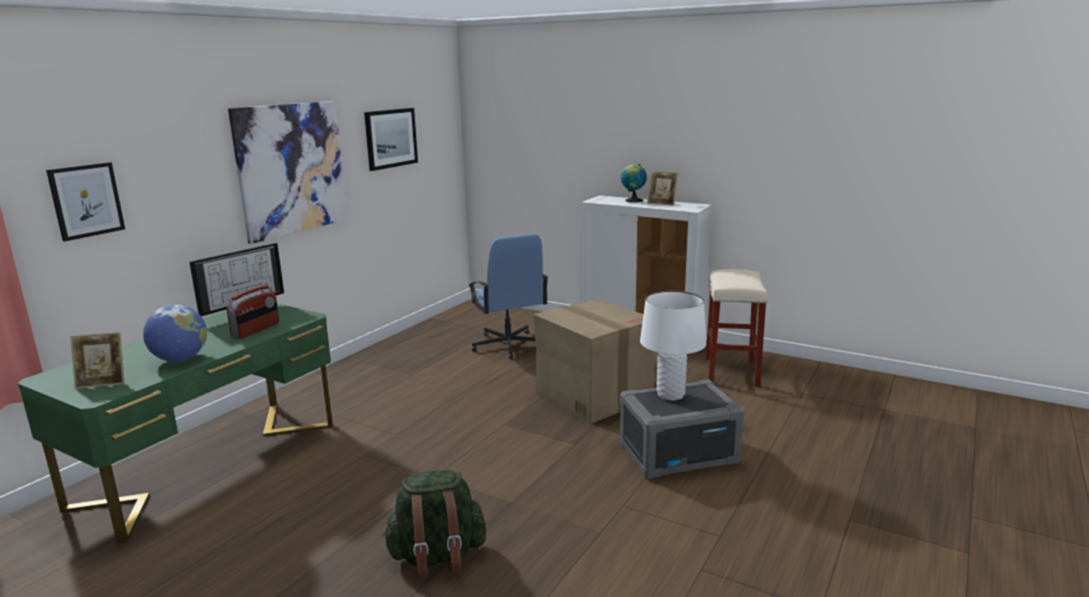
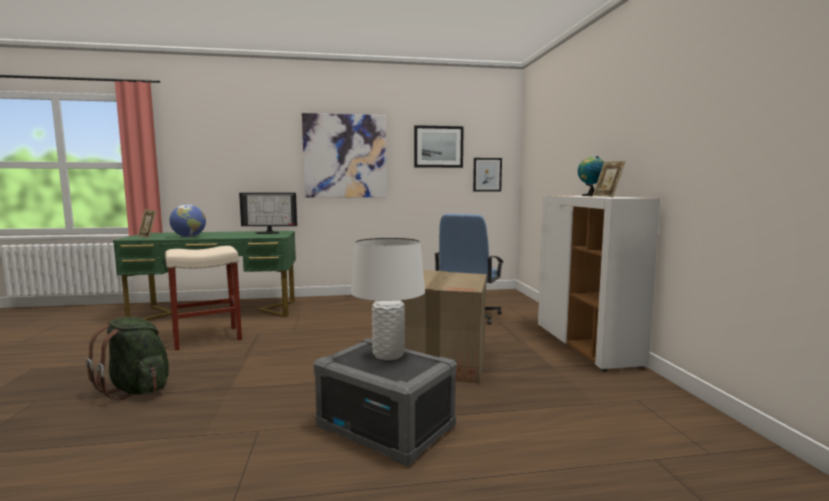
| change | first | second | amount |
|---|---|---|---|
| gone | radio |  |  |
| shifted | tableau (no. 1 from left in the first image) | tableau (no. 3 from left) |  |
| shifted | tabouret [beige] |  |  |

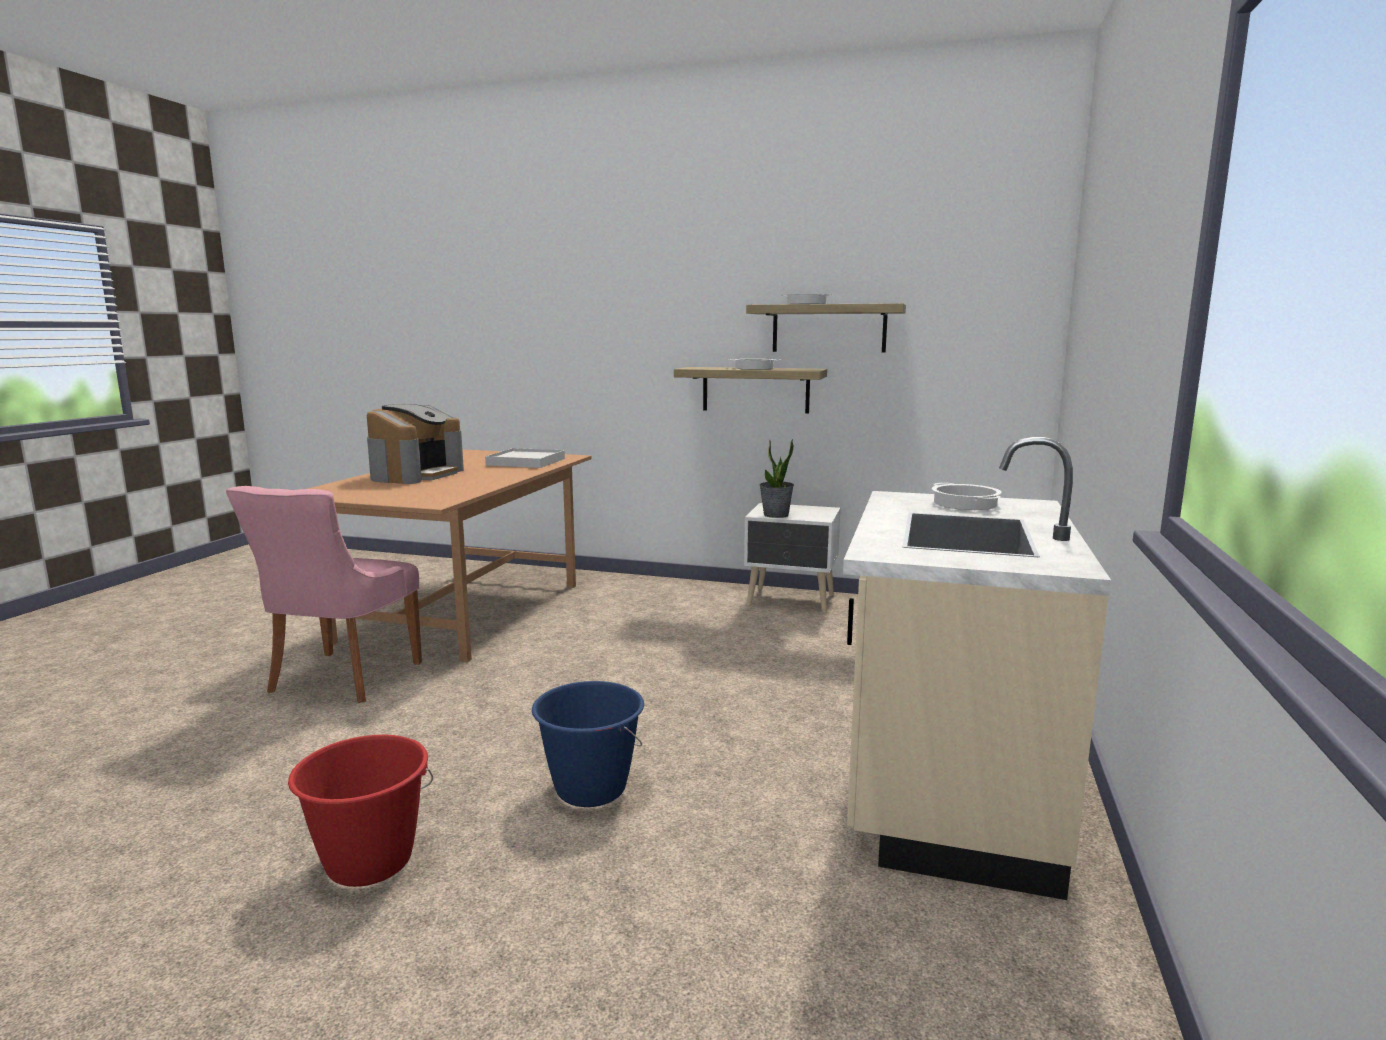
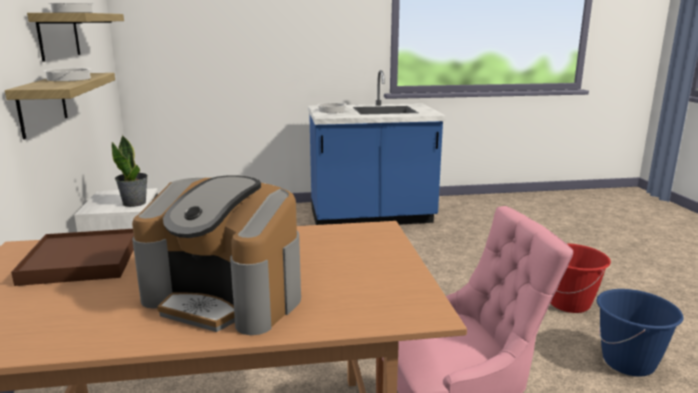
| change | first | second | amount |
|---|---|---|---|
| shifted | seau [bleu] |  |  |
| repainted | plateau [blanc] | plateau [marron] |  |
| repainted | comptoir de cuisine [beige] | comptoir de cuisine [bleu] |  |
| rotated | machine à café |  | 150 degrees counterclockwise |

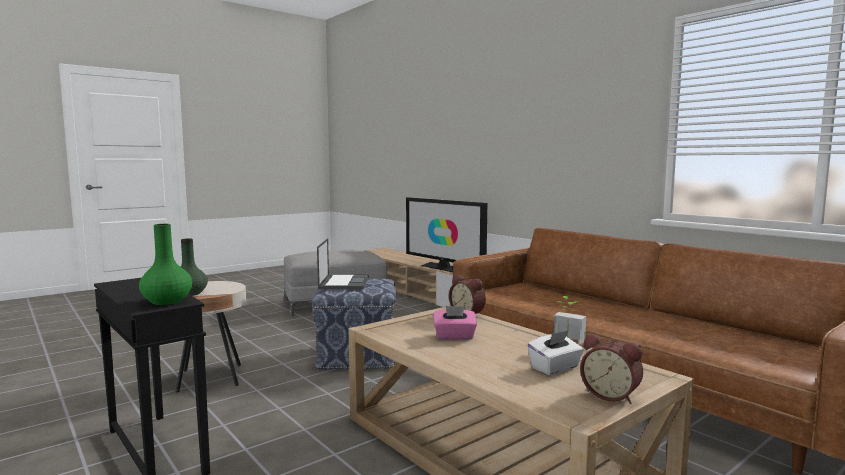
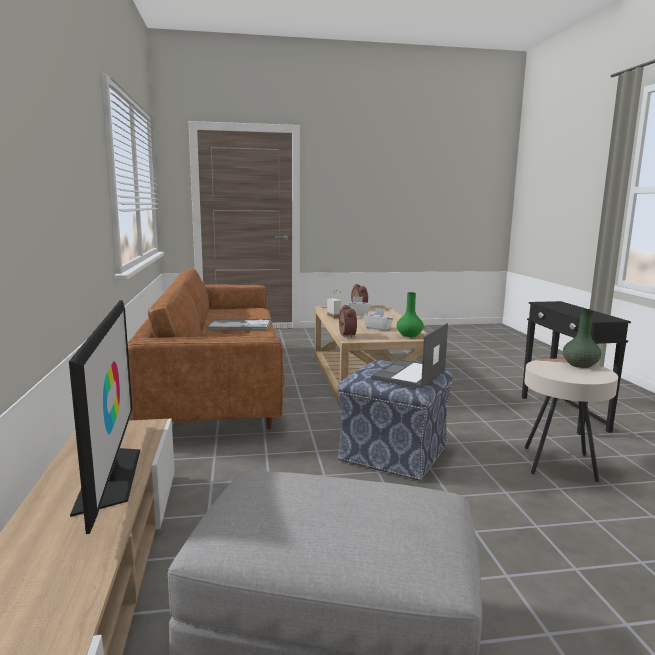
| change | first | second | amount |
|---|---|---|---|
| new |  | plateau |  |
| shifted | vase [vert] (no. 1 from left) |  |  |
| repainted | boîte à mouchoirs [rose] | boîte à mouchoirs [blanc] (no. 2 from left) |  |

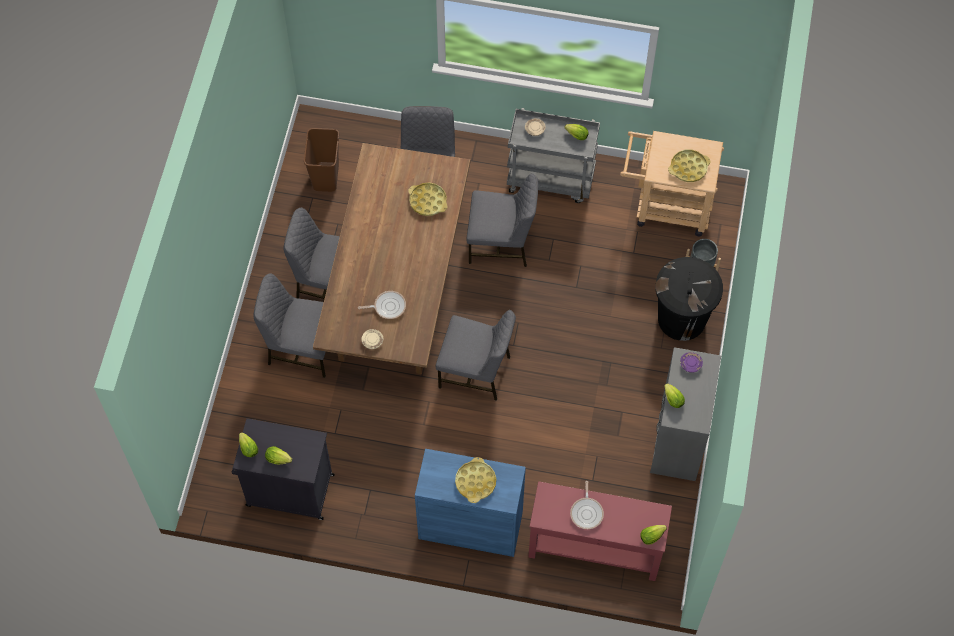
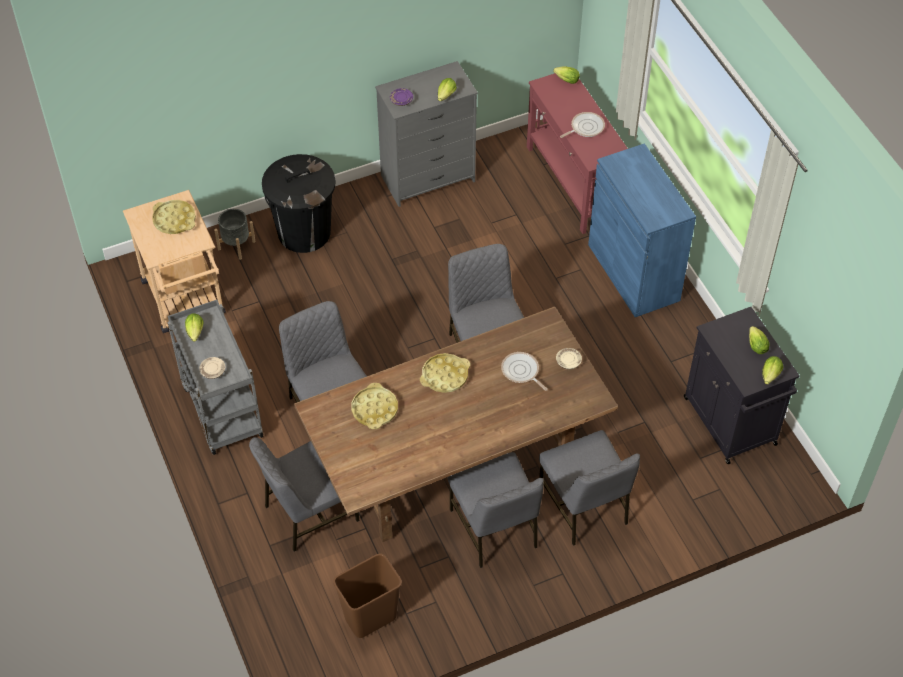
| change | first | second | amount |
|---|---|---|---|
| shifted | plateau [jaune] (no. 2 from left in the first image) | plateau [jaune] (no. 3 from left) |  |

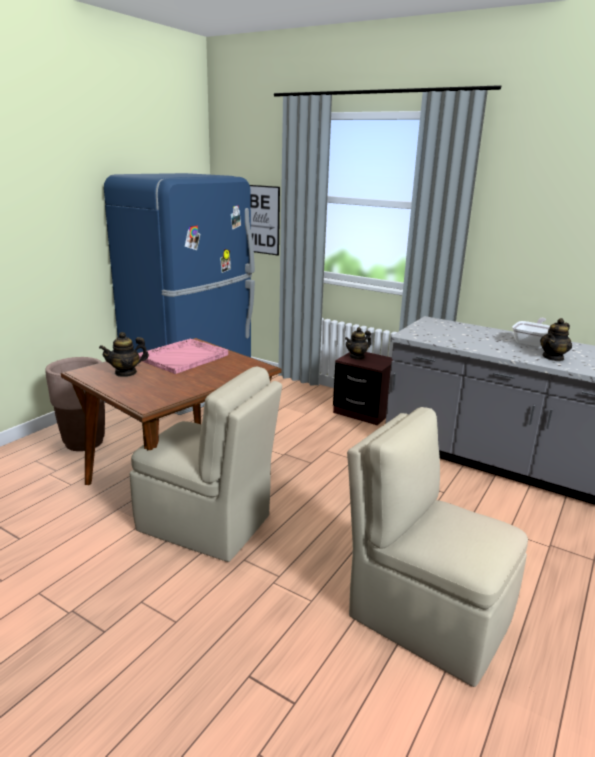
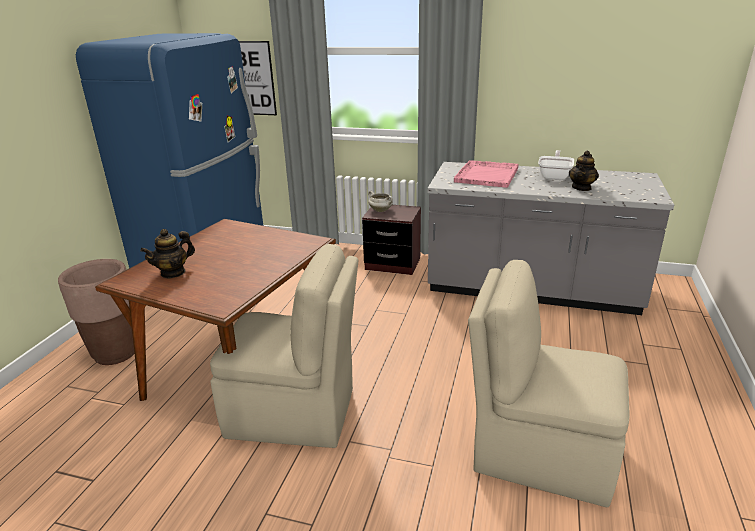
| change | first | second | amount |
|---|---|---|---|
| shifted | plateau [rose] |  |  |
| swapped | théière (no. 2 from left) | marmite [blanc] |  |

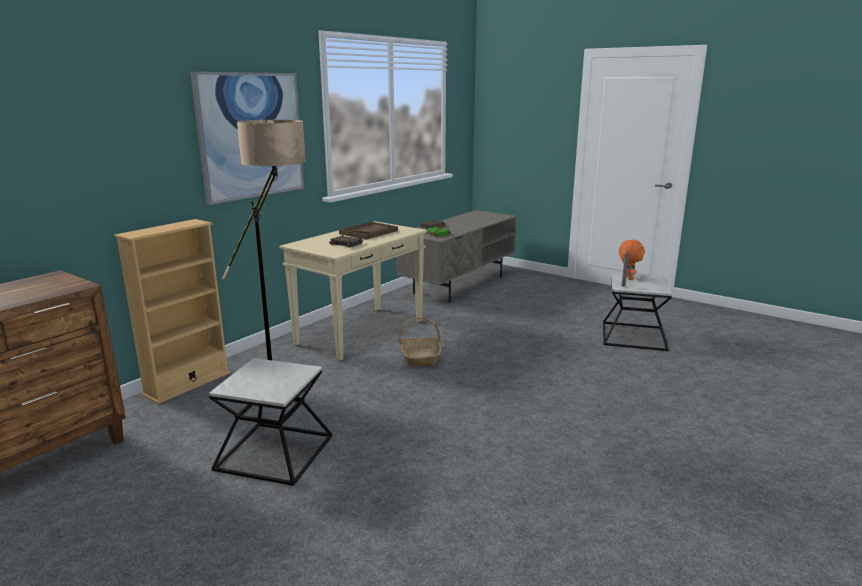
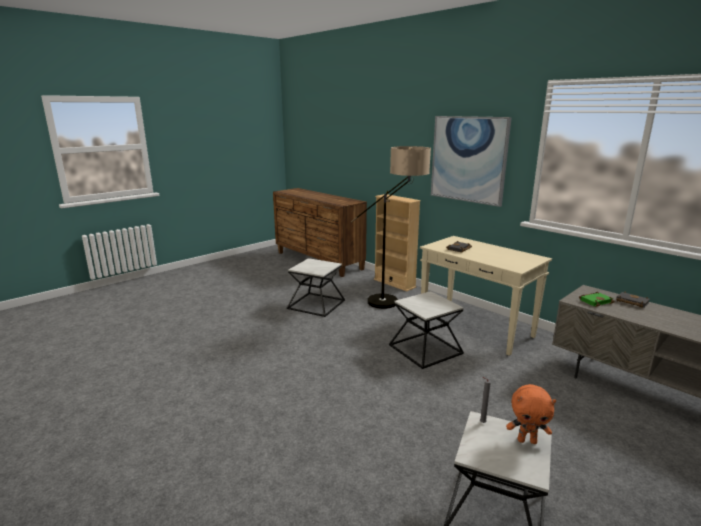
| change | first | second | amount |
|---|---|---|---|
| gone | plateau [marron] |  |  |
| swapped | panier | table d'appoint (no. 2 from left) |  |

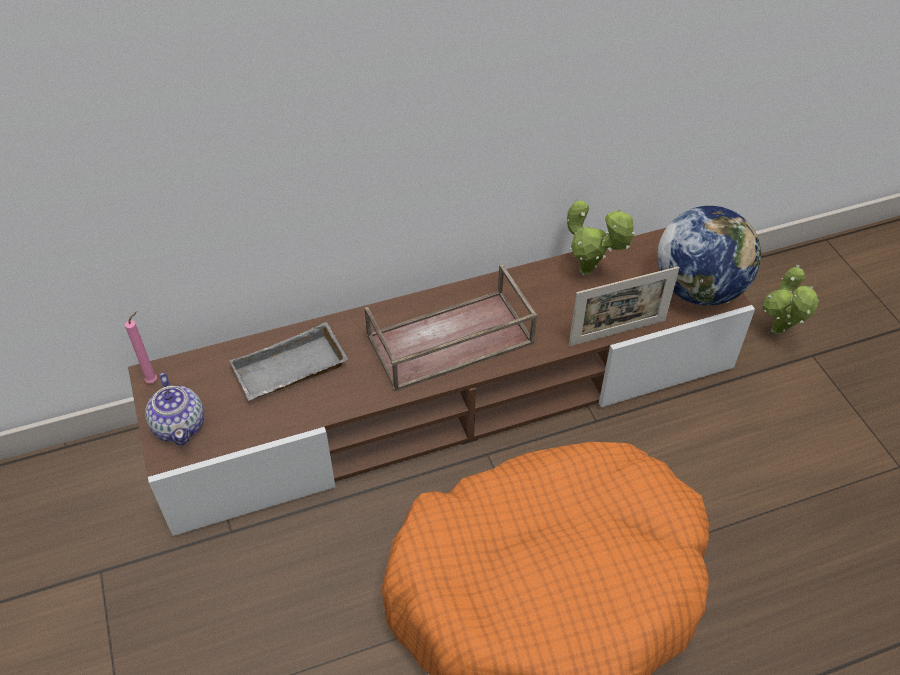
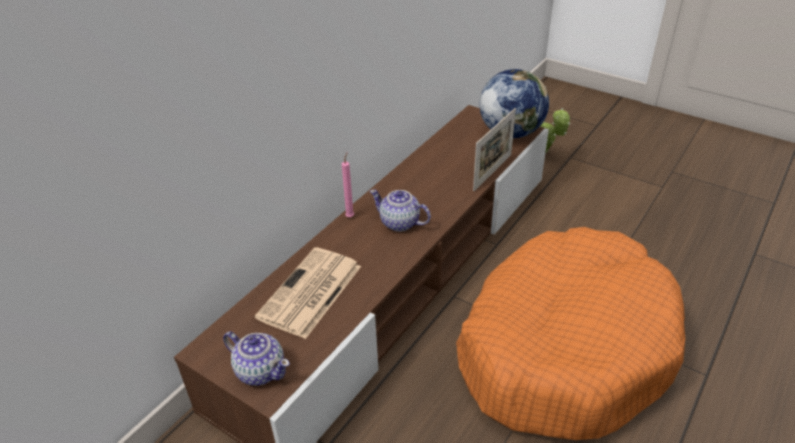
| change | first | second | amount |
|---|---|---|---|
| gone | plante en pot (no. 1 from left) |  |  |
| shifted | bougie [rose] |  |  |
| swapped | plateau [gris] | journal |  |
| swapped | plateau [marron] | théière (no. 2 from left) |  |

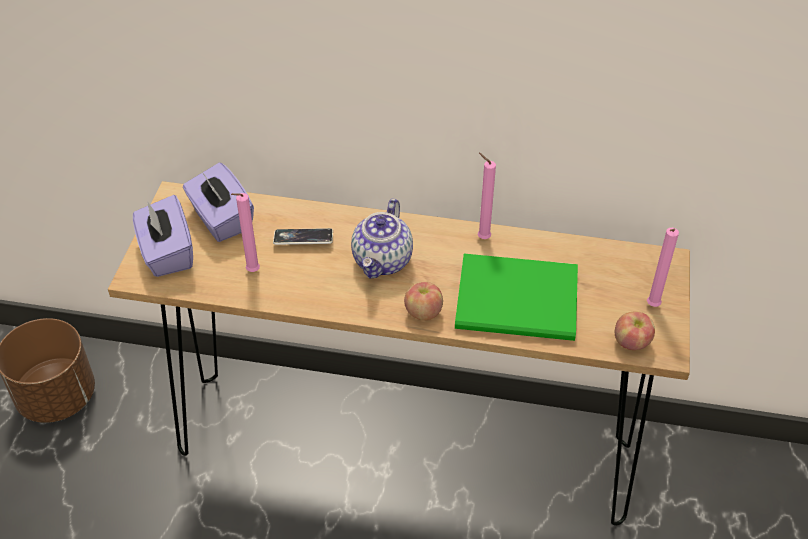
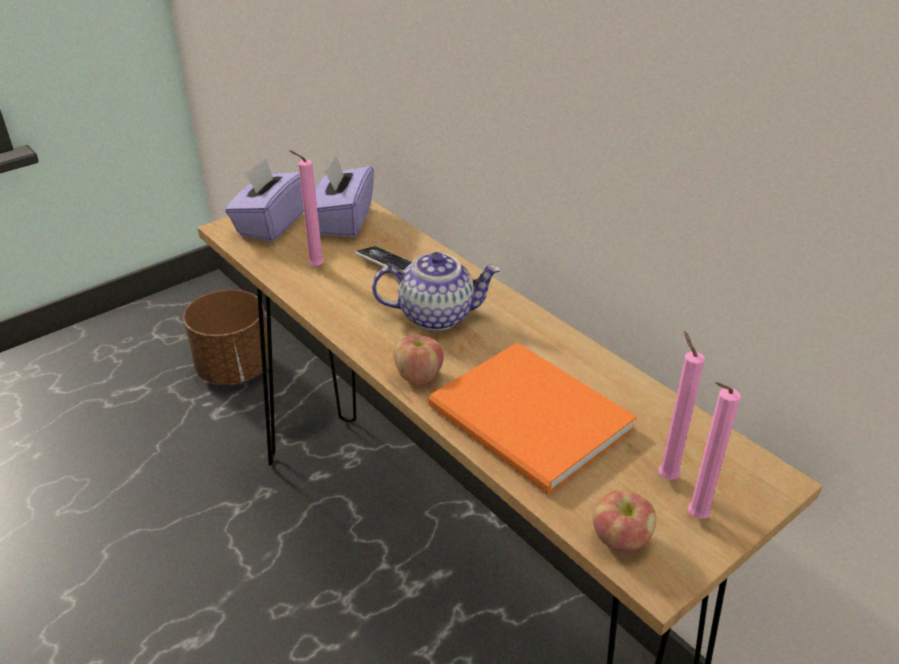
| change | first | second | amount |
|---|---|---|---|
| shifted | bougie [rose] (no. 2 from left) |  |  |
| repainted | livre [vert] | livre [orange] |  |
| rotated | théière |  | 150 degrees counterclockwise |

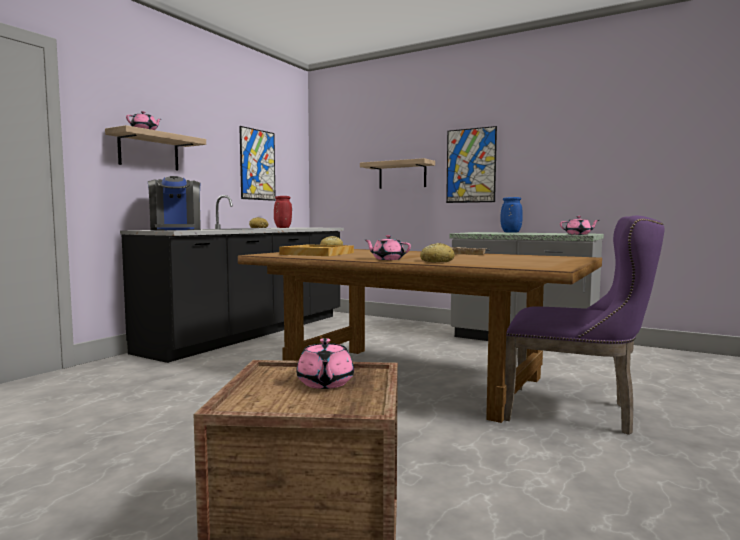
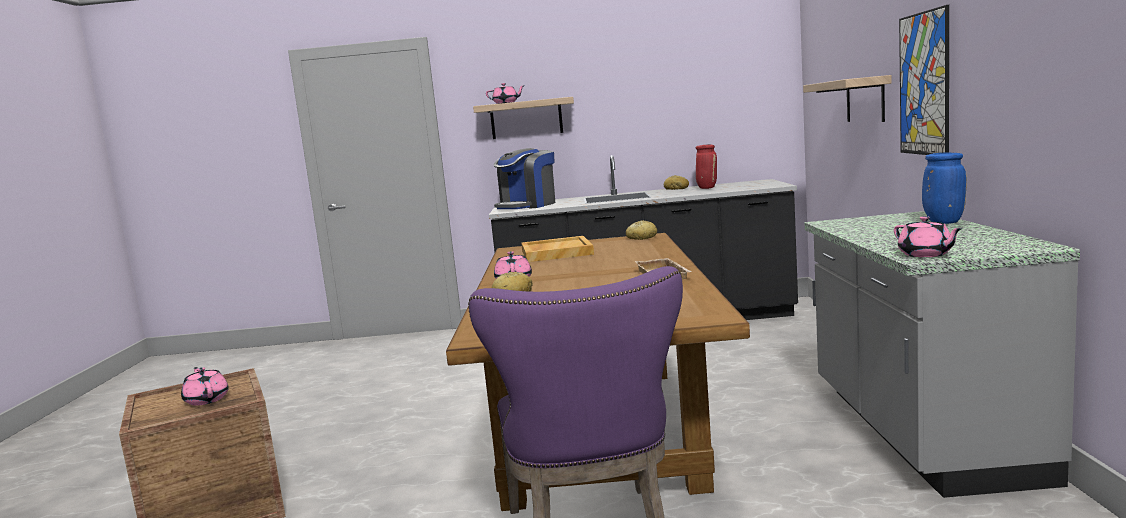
| change | first | second | amount |
|---|---|---|---|
| gone | tableau (no. 1 from left) |  |  |
| rotated | théière [rose] (no. 2 from left in the first image) | théière [rose] (no. 1 from left) | 90 degrees clockwise |

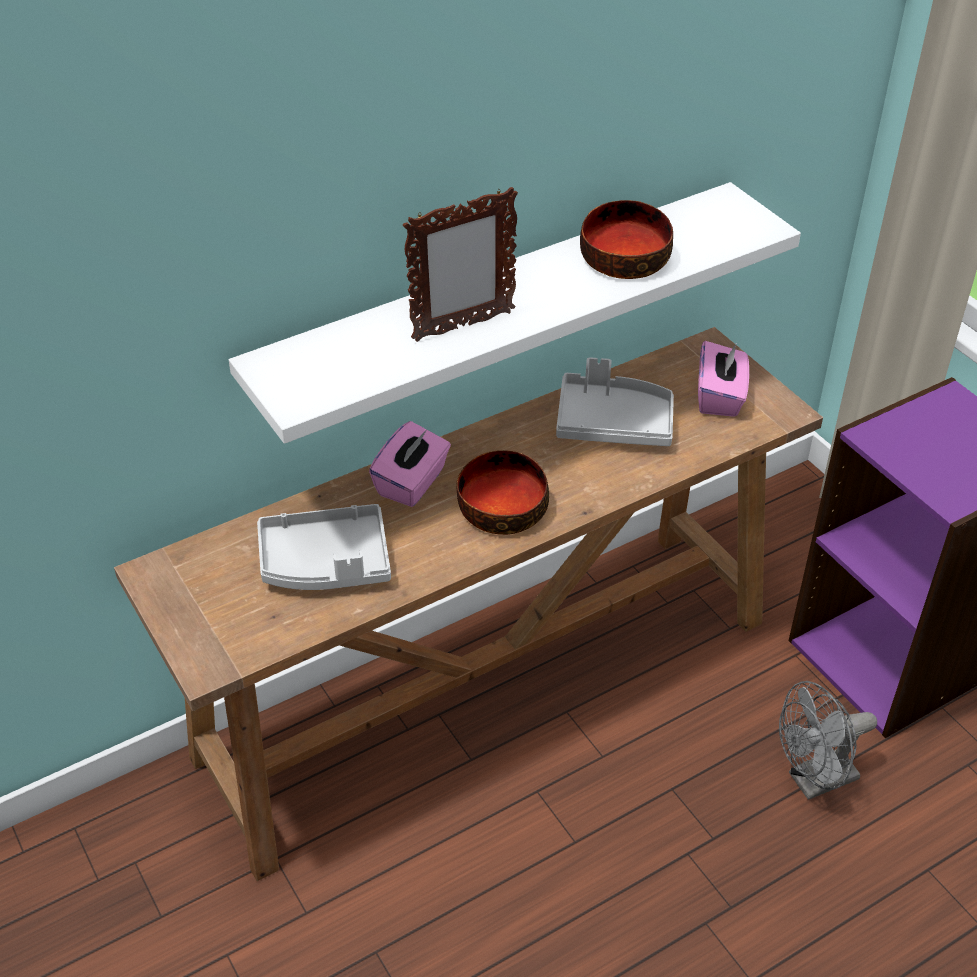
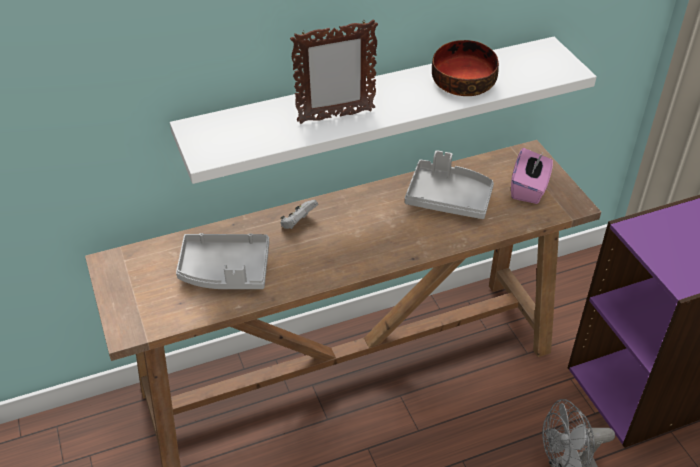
| change | first | second | amount |
|---|---|---|---|
| gone | bol (no. 1 from left) |  |  |
| swapped | boîte à mouchoirs [rose] (no. 1 from left) | manette [blanc] |  |

